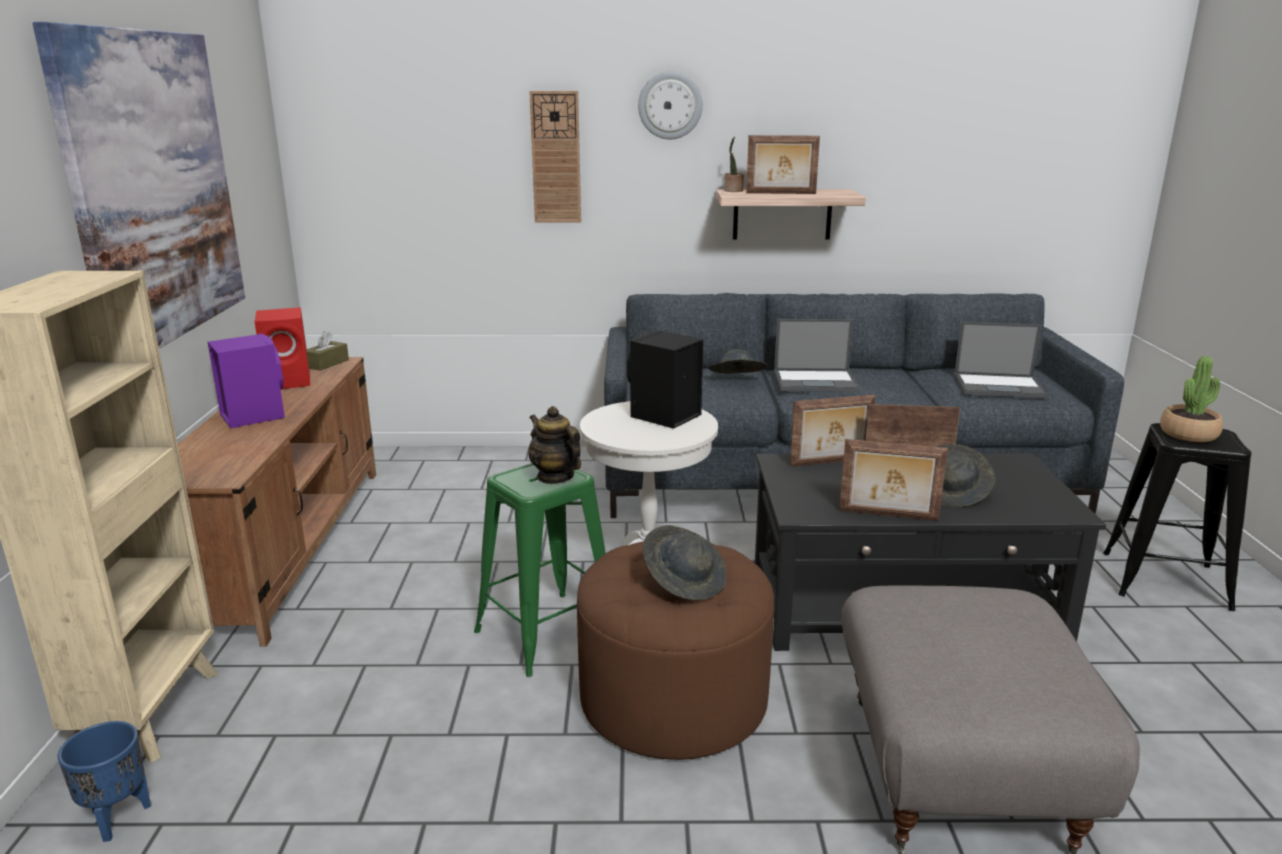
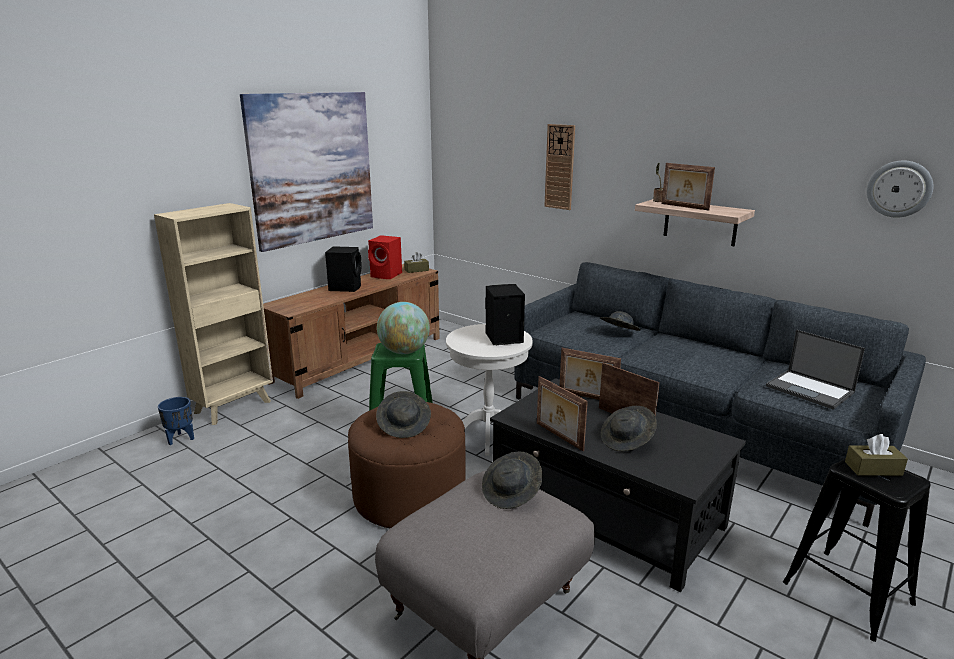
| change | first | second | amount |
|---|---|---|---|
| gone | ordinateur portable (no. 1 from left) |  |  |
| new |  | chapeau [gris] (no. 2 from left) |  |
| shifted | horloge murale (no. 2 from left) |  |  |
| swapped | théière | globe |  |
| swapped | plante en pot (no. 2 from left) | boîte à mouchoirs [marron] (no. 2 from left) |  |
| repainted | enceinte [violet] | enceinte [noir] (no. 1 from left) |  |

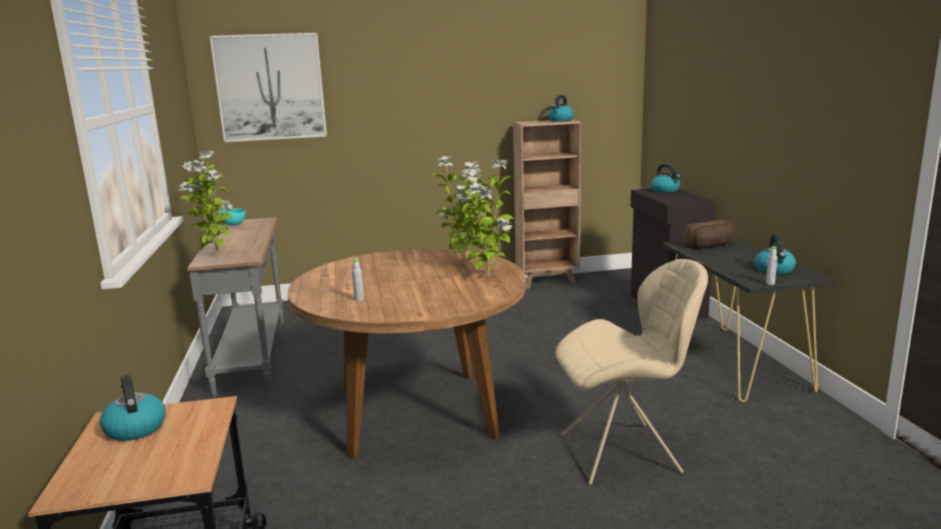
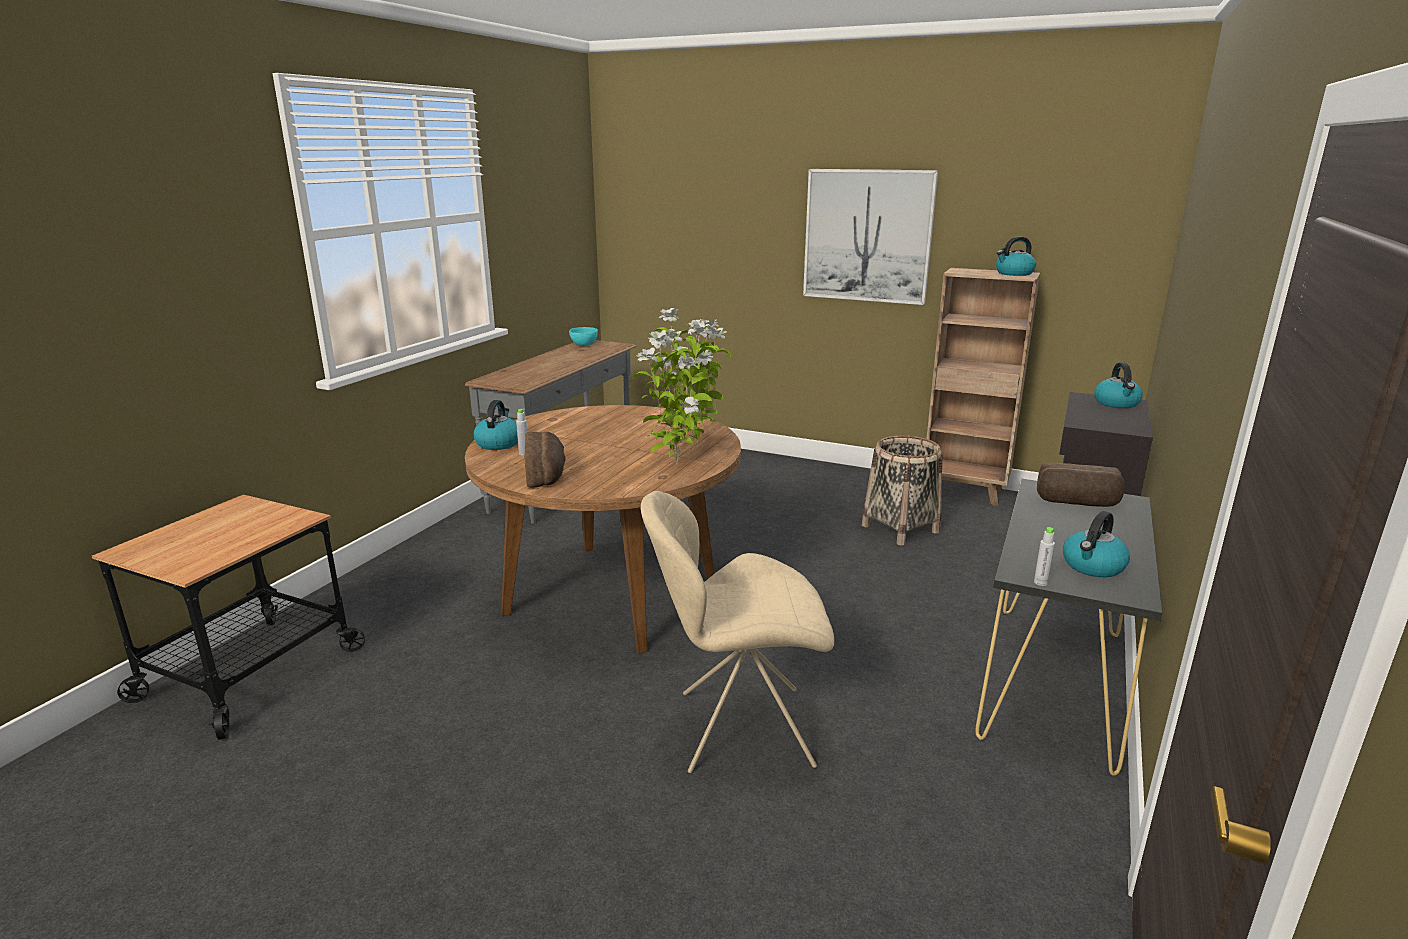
| change | first | second | amount |
|---|---|---|---|
| gone | plante en pot (no. 1 from left) |  |  |
| new |  | pain (no. 1 from left) |  |
| new |  | panier |  |
| shifted | bouilloire (no. 1 from left) |  |  |
| shifted | tableau |  |  |
| rotated | chaise [beige] |  | 150 degrees clockwise |

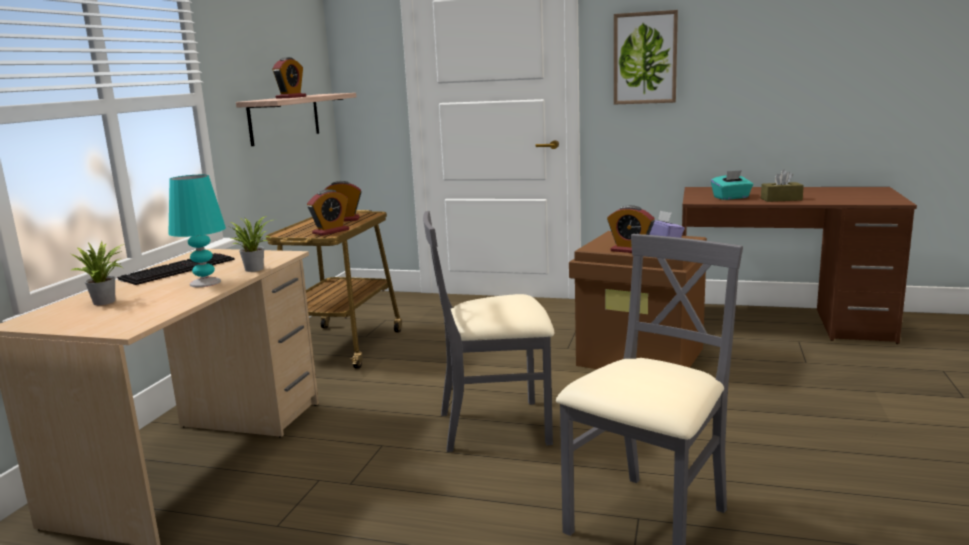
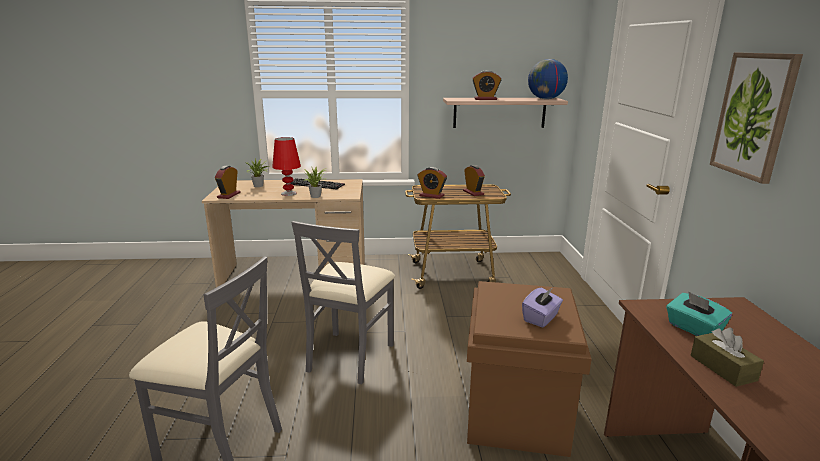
| change | first | second | amount |
|---|---|---|---|
| new |  | globe |  |
| shifted | réveil (no. 4 from left in the first image) | réveil (no. 1 from left) |  |
| repainted | lampe de table [turquoise] | lampe de table [rouge] |  |
| rotated | chaise [gris] (no. 1 from left in the first image) | chaise [gris] (no. 2 from left) | 135 degrees counterclockwise |

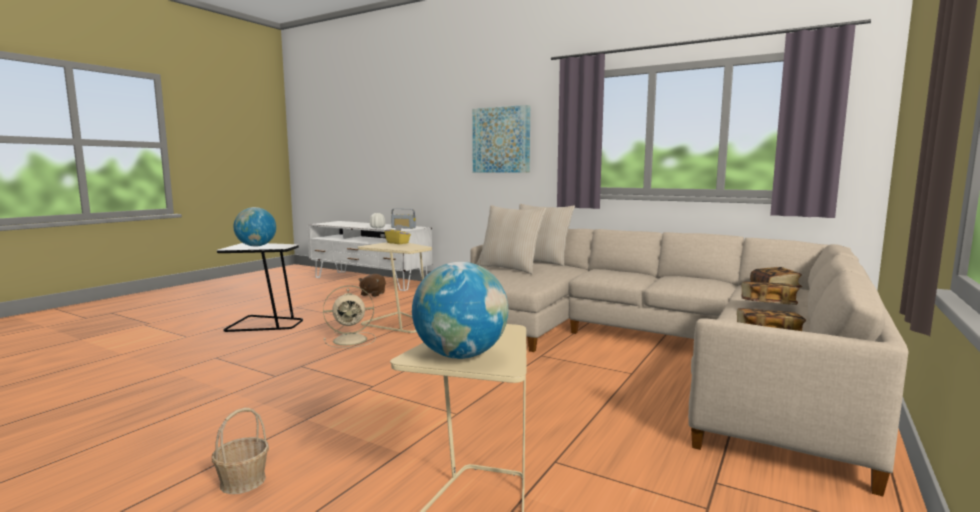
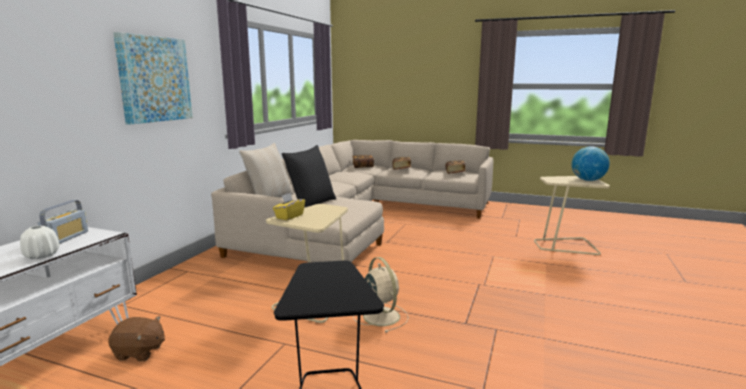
| change | first | second | amount |
|---|---|---|---|
| gone | panier |  |  |
| gone | globe (no. 1 from left) |  |  |
| repainted | coussin [beige] (no. 1 from left) | coussin [noir] |  |

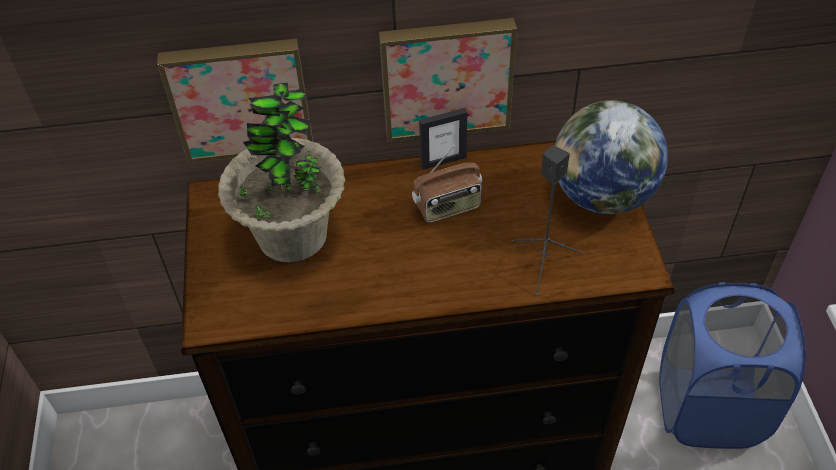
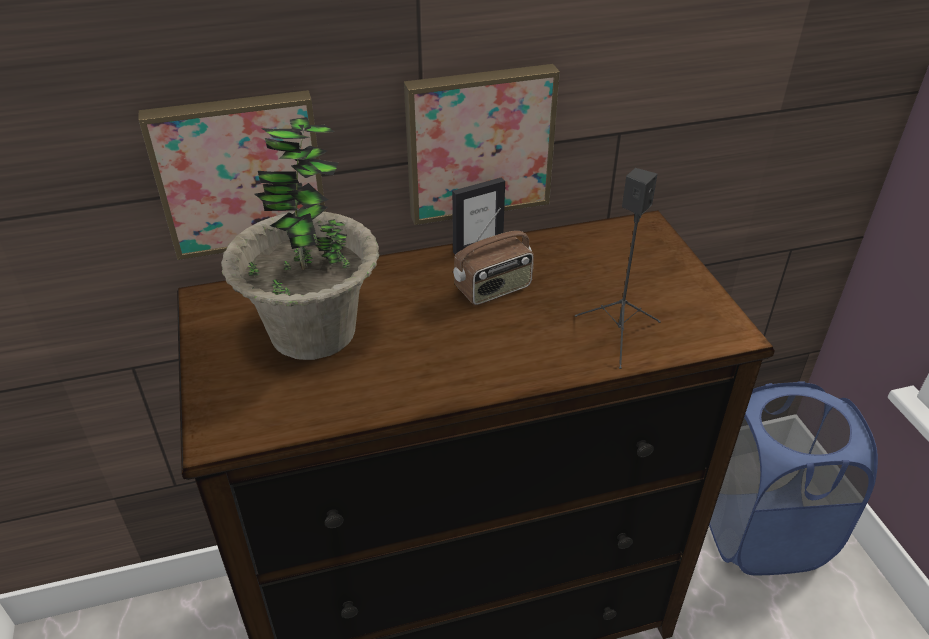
| change | first | second | amount |
|---|---|---|---|
| gone | globe |  |  |

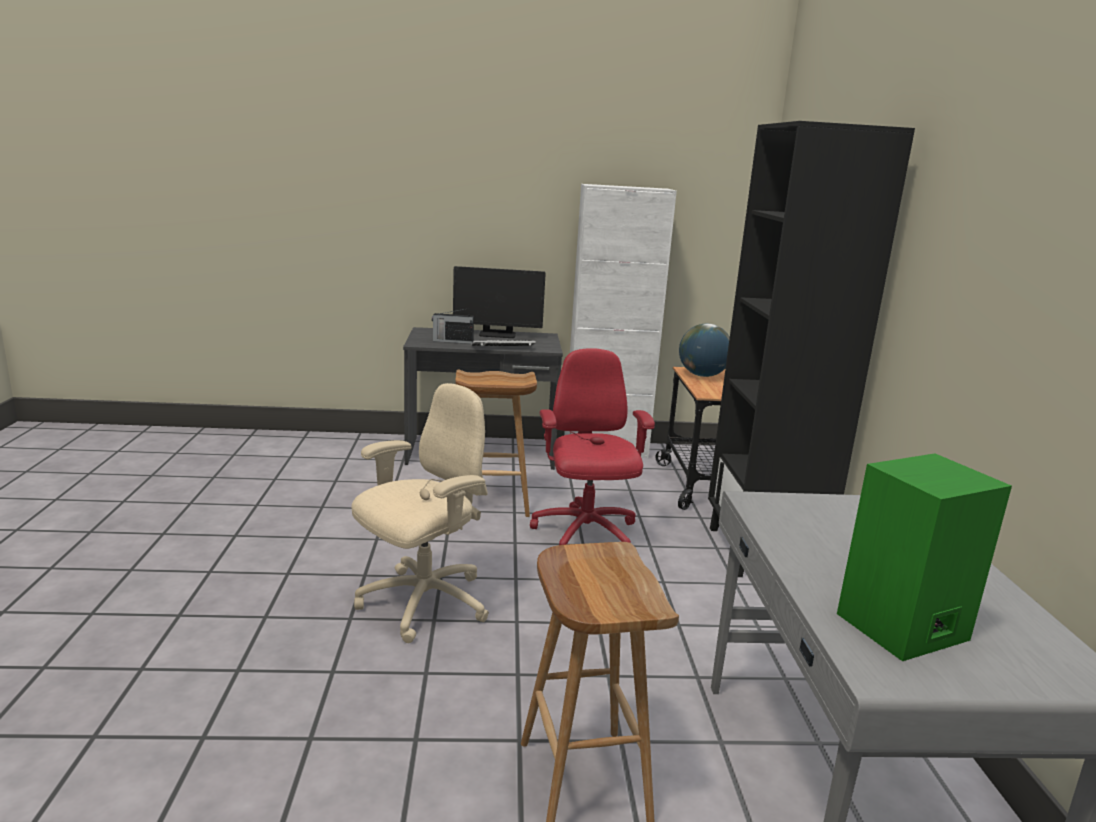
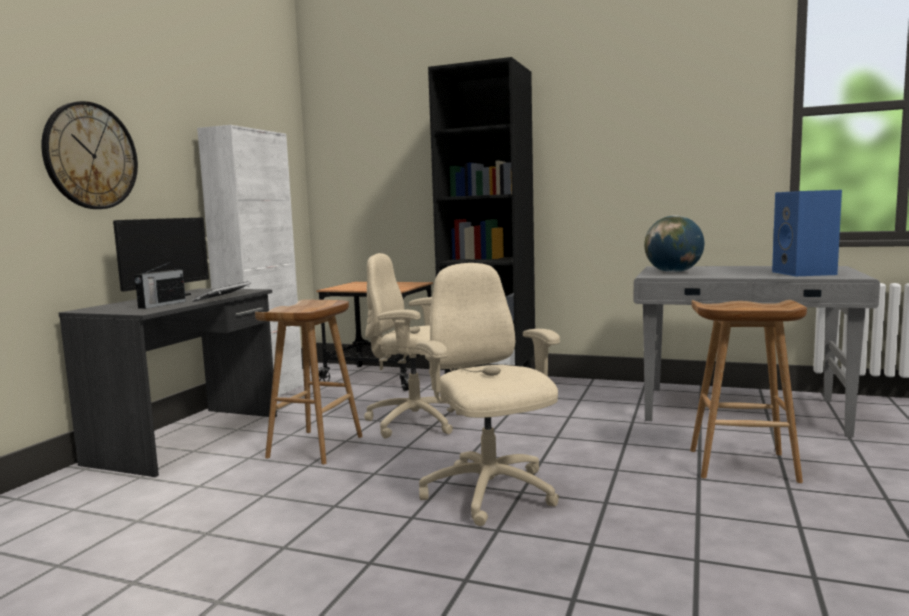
| change | first | second | amount |
|---|---|---|---|
| new |  | horloge murale |  |
| shifted | globe |  |  |
| repainted | chaise de bureau [rouge] | chaise de bureau [beige] (no. 1 from left) |  |
| repainted | enceinte [vert] | enceinte [bleu] |  |

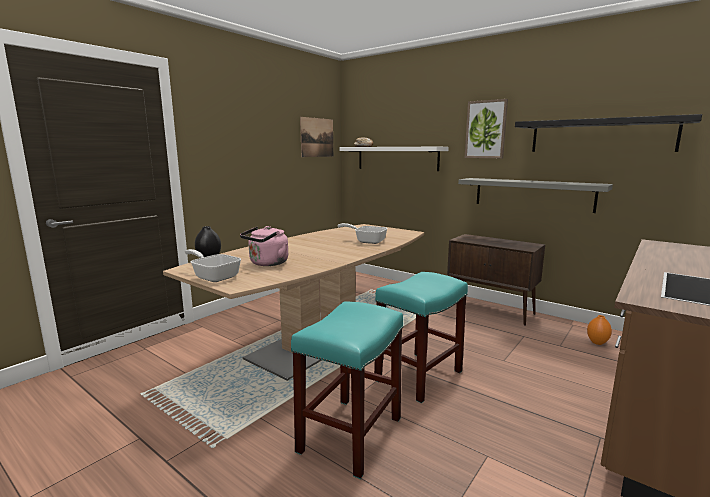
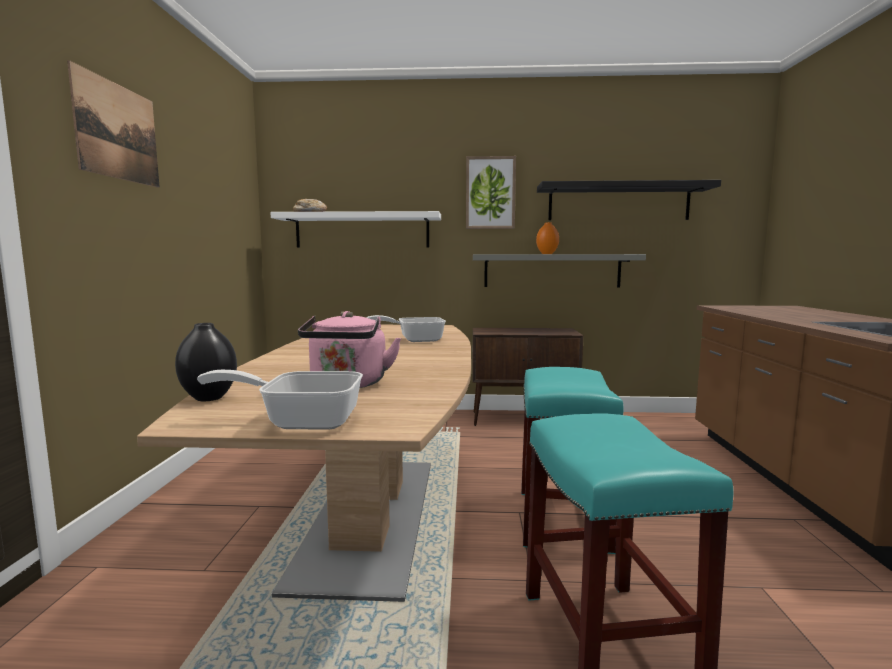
| change | first | second | amount |
|---|---|---|---|
| shifted | tableau (no. 1 from left) |  |  |
| shifted | vase [orange] |  |  |

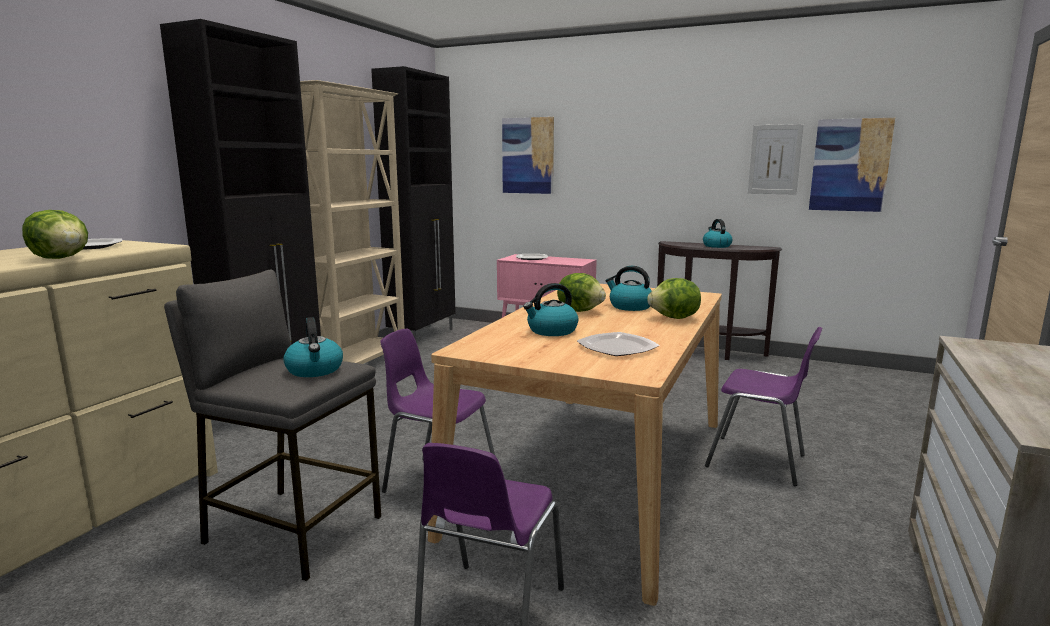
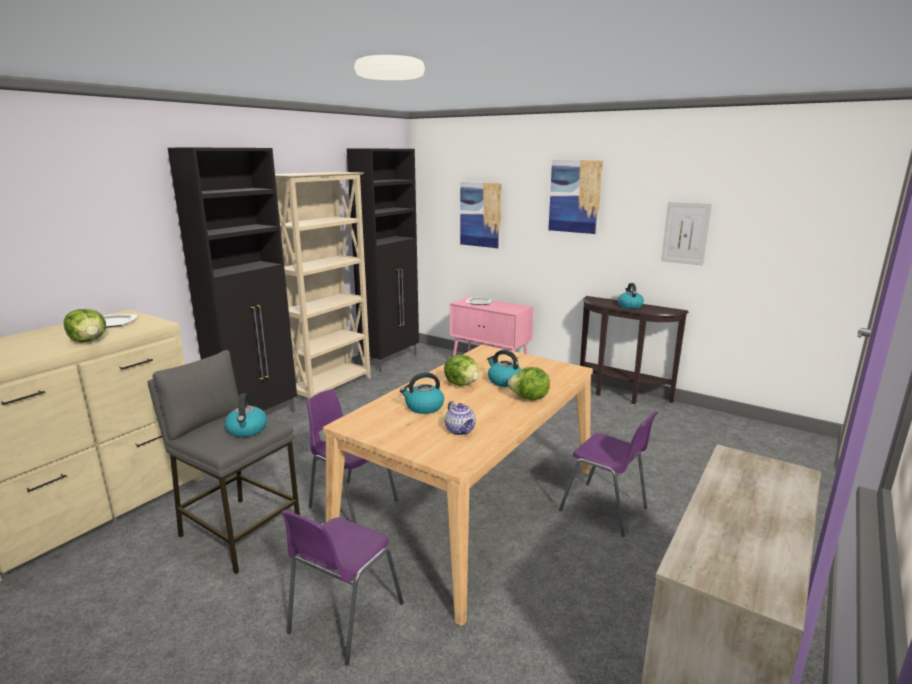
| change | first | second | amount |
|---|---|---|---|
| shifted | tableau (no. 3 from left in the first image) | tableau (no. 2 from left) |  |
| swapped | assiette (no. 3 from left) | théière |  |

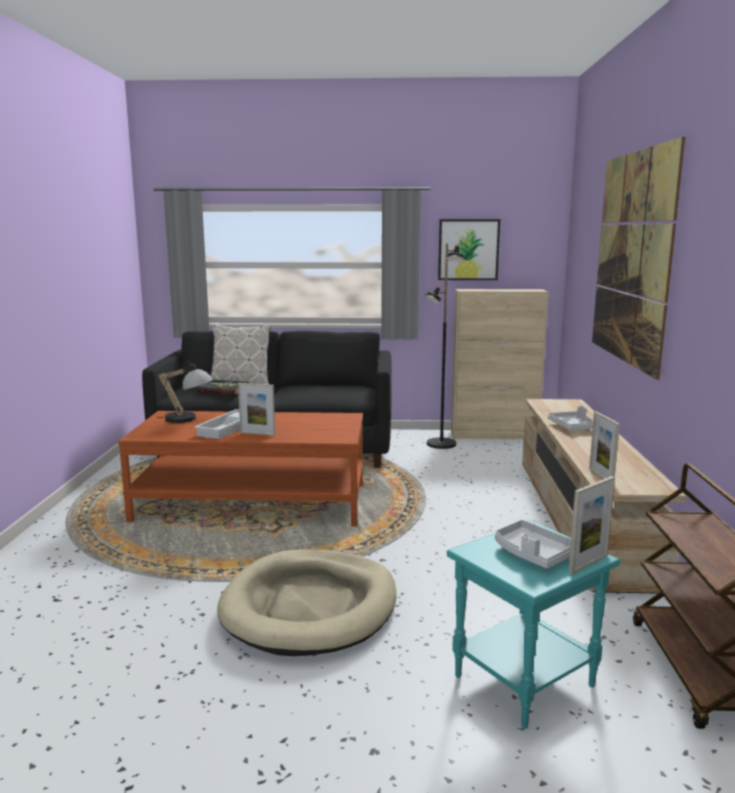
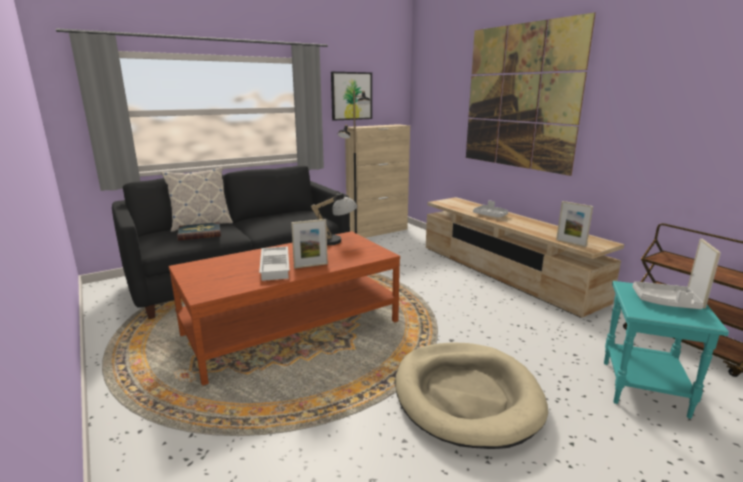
| change | first | second | amount |
|---|---|---|---|
| shifted | lampe de table |  |  |

